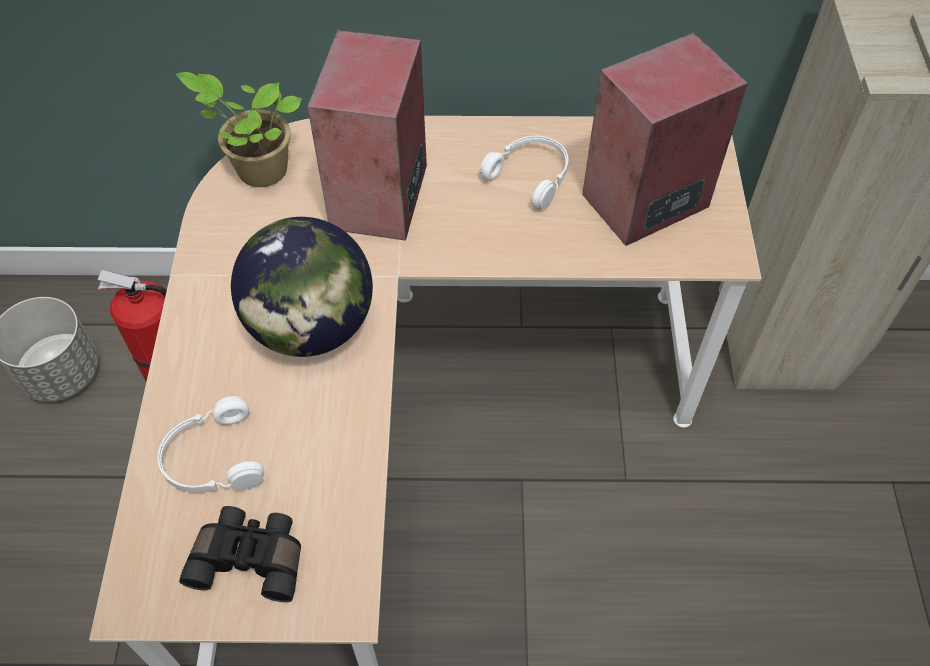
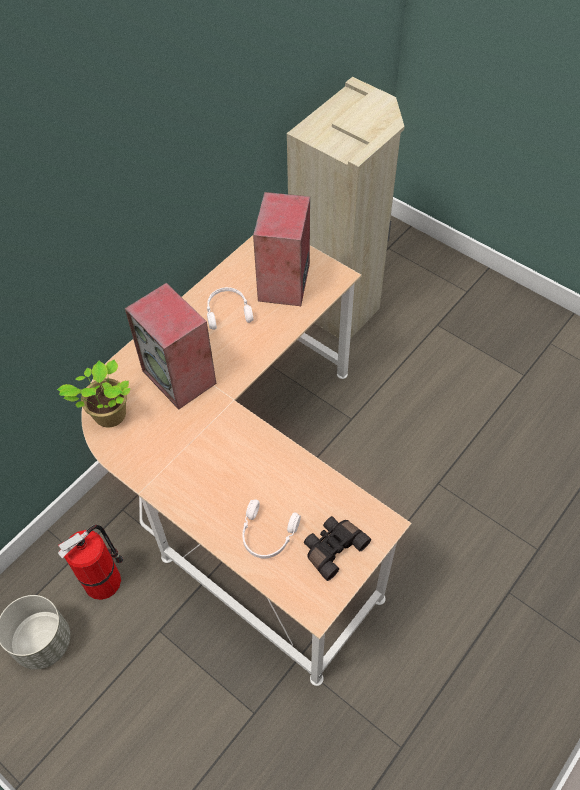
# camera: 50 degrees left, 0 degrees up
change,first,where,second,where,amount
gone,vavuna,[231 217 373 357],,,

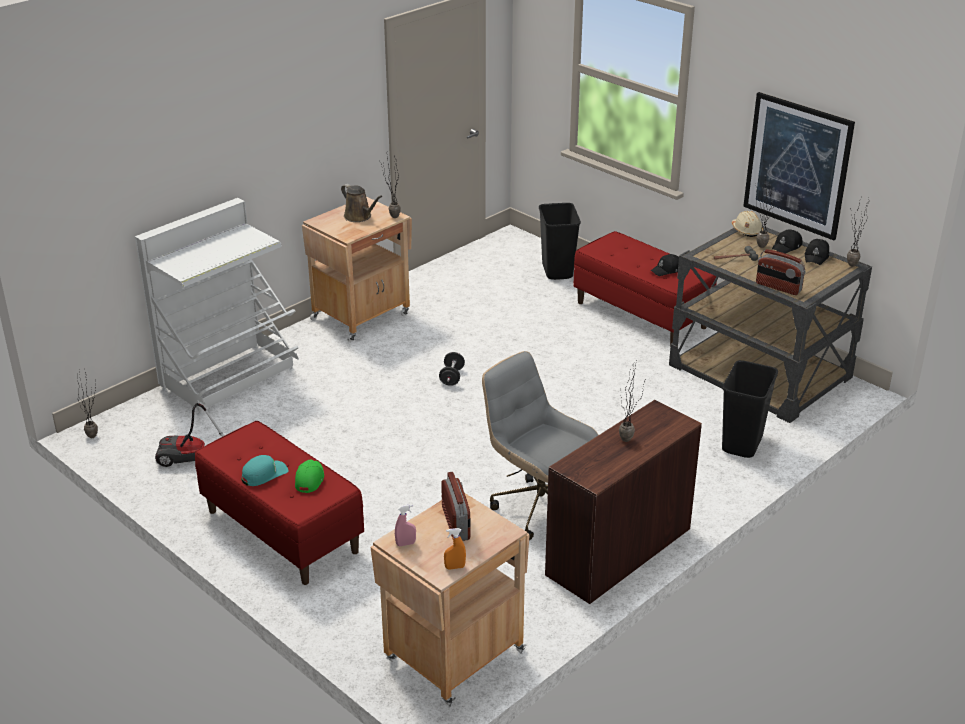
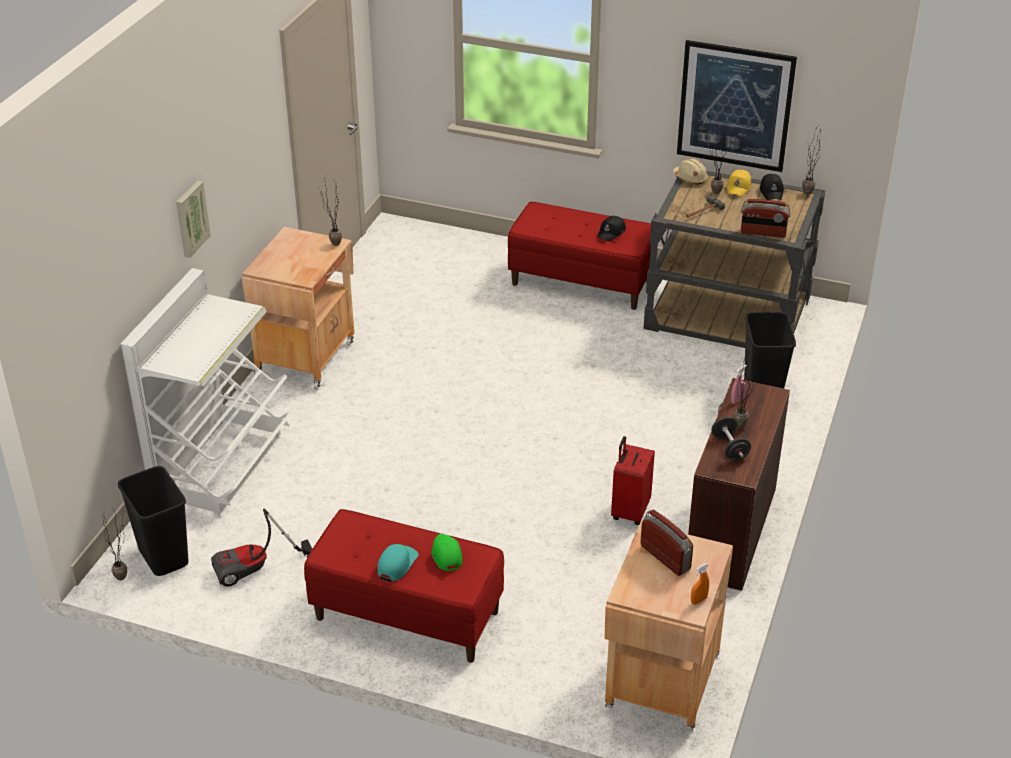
# camera: 25 degrees left, 5 degrees up
change,first,where,second,where,amount
shifted,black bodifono,[539 203 581 280],,[118 466 189 576],
new,,,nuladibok,[176 181 211 258],
swapped,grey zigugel,[482 351 599 540],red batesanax,[611 436 655 525],
shifted,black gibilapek,[439 352 465 386],,[711 416 751 461],
repainted,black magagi,[772 229 802 254],yellow magagi,[727 170 751 196],
shifted,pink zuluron,[395 504 416 546],,[731 365 747 404],
gone,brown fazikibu,[341 184 382 222],,,

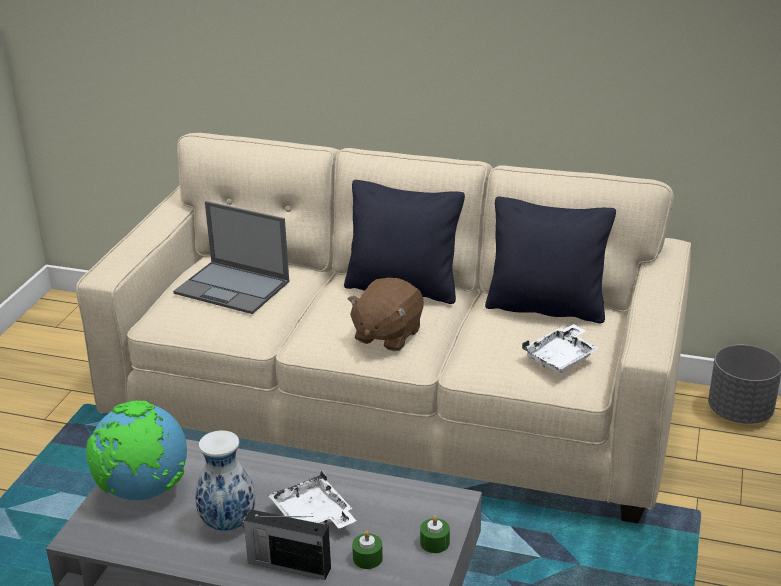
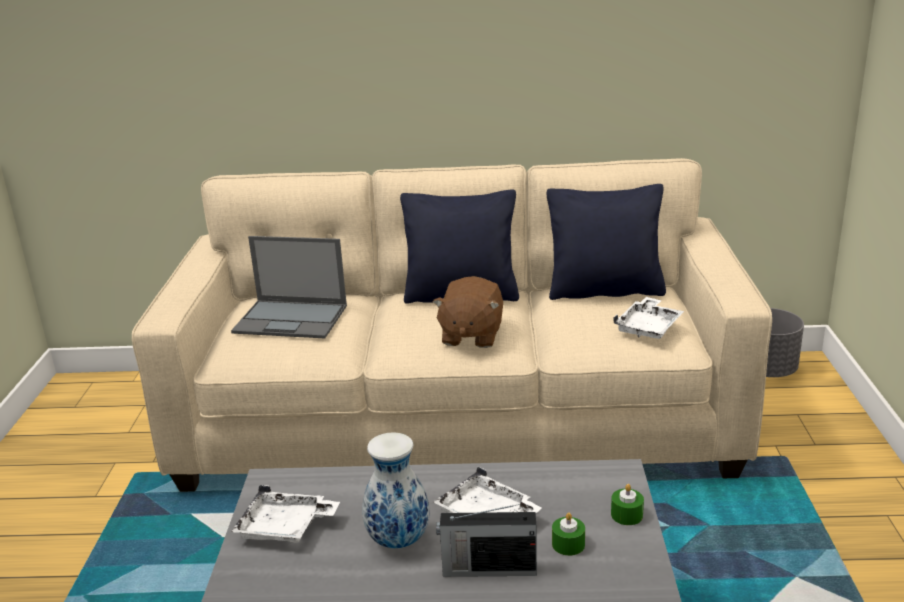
# camera: 15 degrees left, 5 degrees down
change,first,where,second,where,amount
swapped,vavuna,[86 401 187 500],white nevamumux,[231 485 340 543],

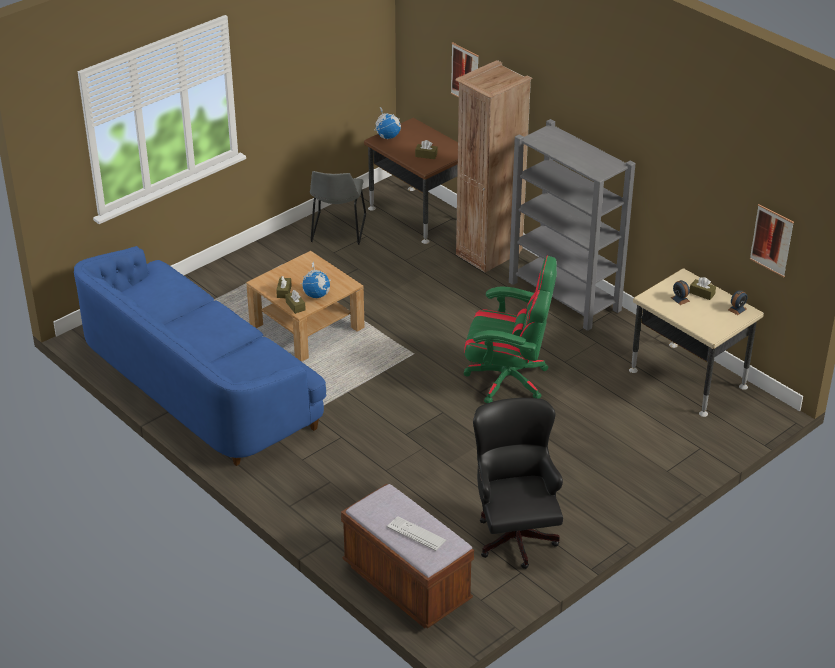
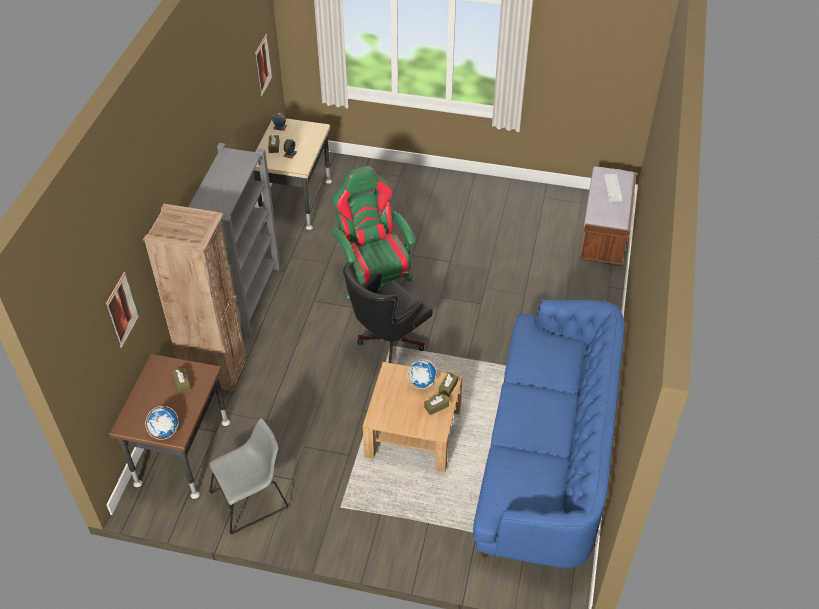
# camera: 125 degrees left, 10 degrees up
change,first,where,second,where,amount
shifted,black zigugel,[473 398 563 569],,[343 262 433 363],

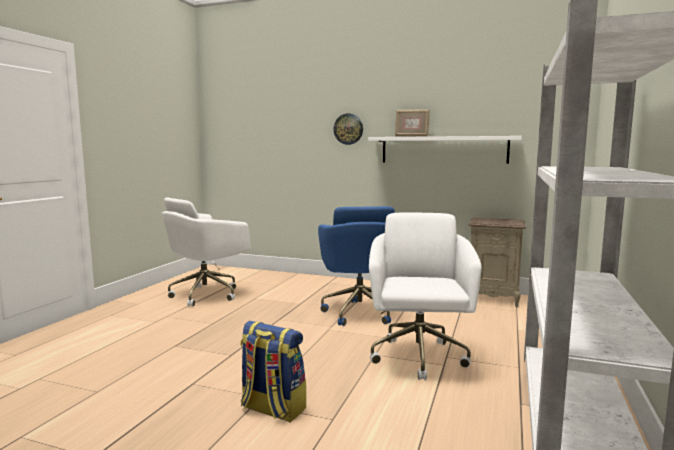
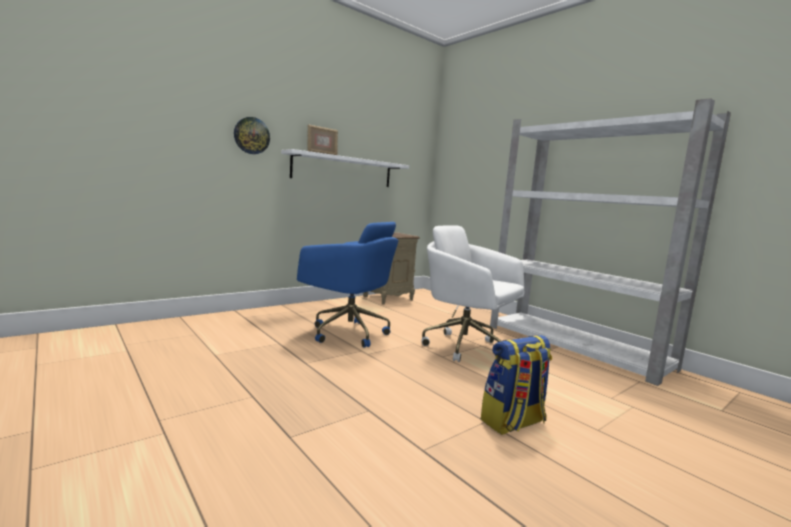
# camera: 60 degrees left, 0 degrees up
change,first,where,second,where,amount
gone,white zigugel,[162 197 251 307],,,

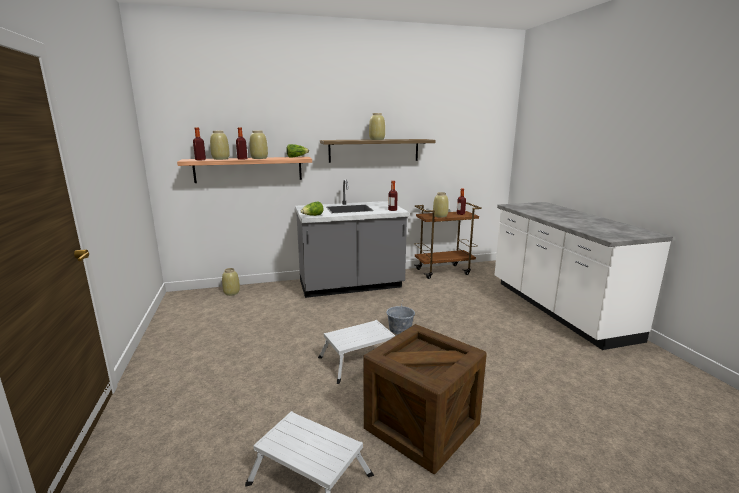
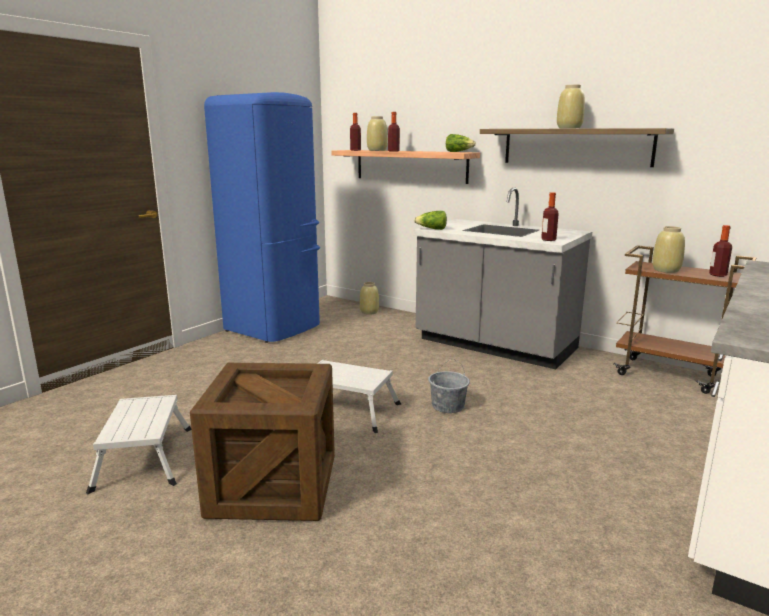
# camera: 50 degrees right, 0 degrees up
change,first,where,second,where,amount
new,,,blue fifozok,[204 92 320 343],
gone,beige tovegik,[250 130 268 159],,,

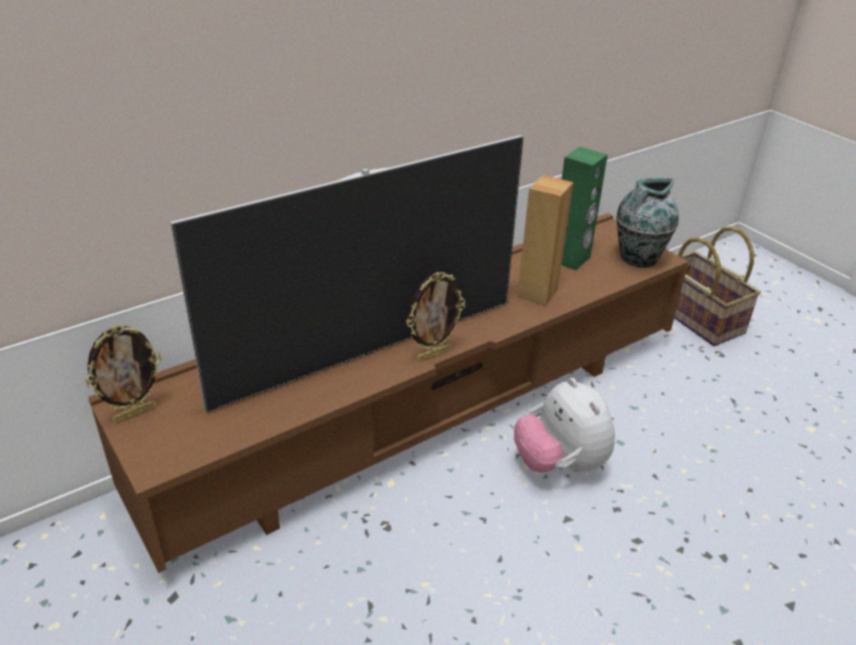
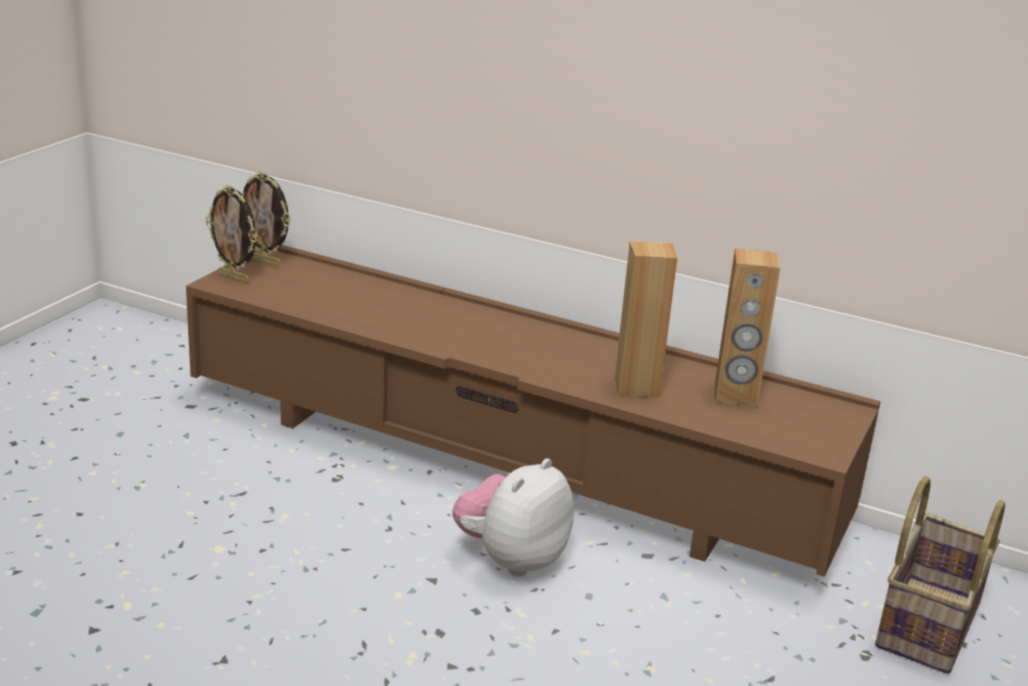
# camera: 60 degrees right, 10 degrees down
change,first,where,second,where,amount
shifted,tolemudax,[406 272 465 362],,[206 185 257 283],
repainted,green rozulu,[562 147 608 271],brown rozulu,[715 248 780 407],
gone,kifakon,[170 135 524 412],,,
gone,tovegik,[616 178 679 268],,,

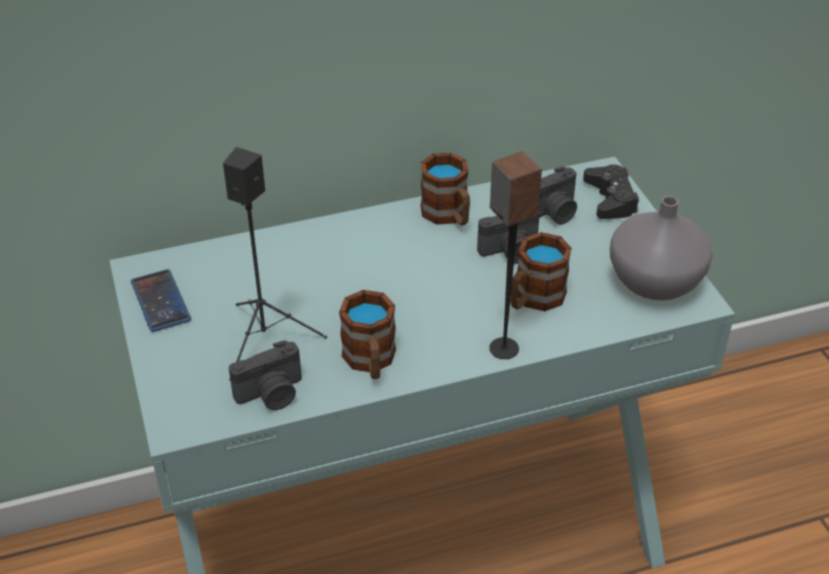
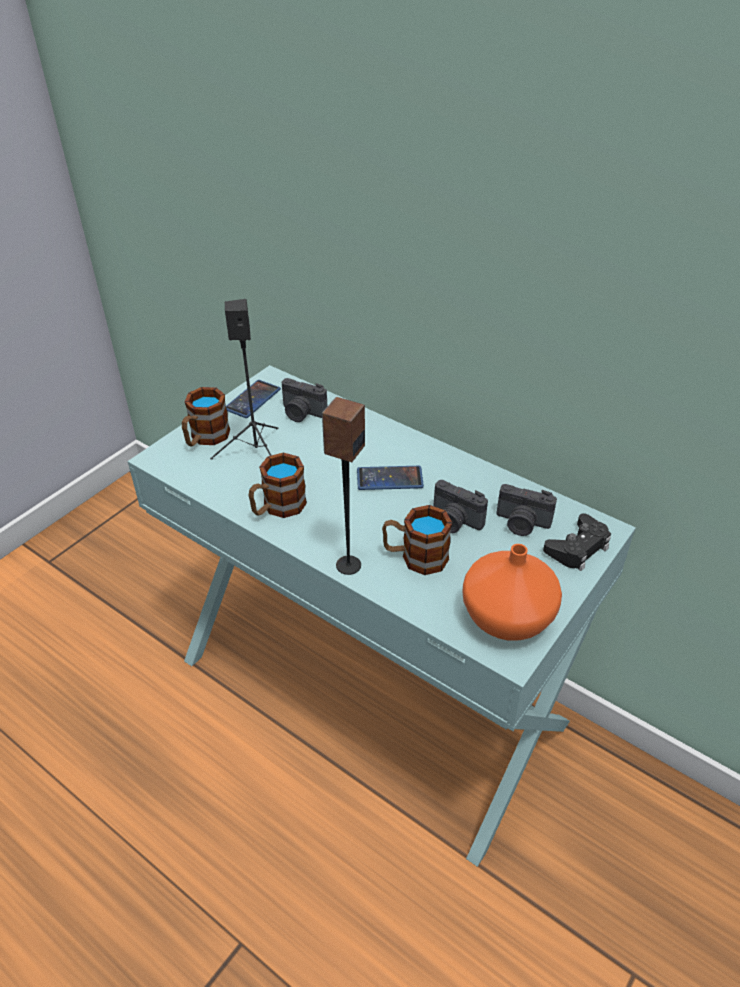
# camera: 55 degrees right, 0 degrees up
change,first,where,second,where,amount
shifted,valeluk,[420 153 470 225],,[182 387 230 446],
shifted,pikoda,[229 340 302 410],,[282 378 327 422],
new,,,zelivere,[357 466 424 490],
repainted,grey tovegik,[610 196 713 300],orange tovegik,[462 544 562 640],

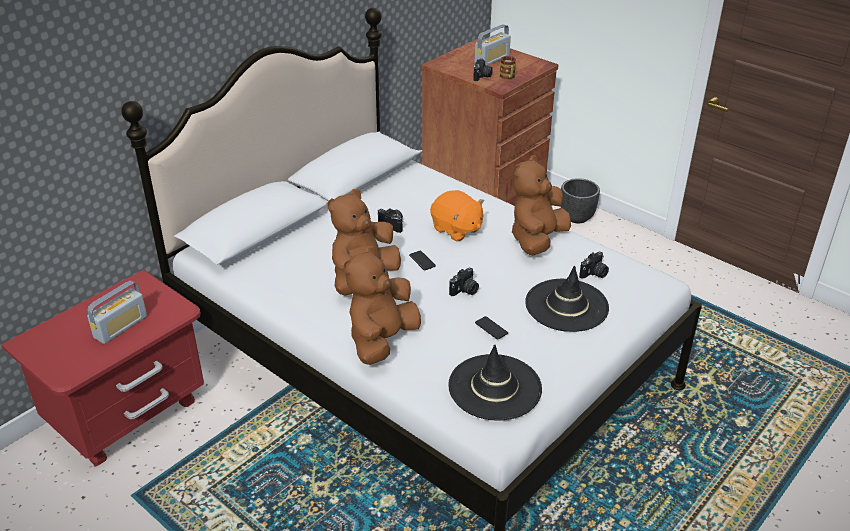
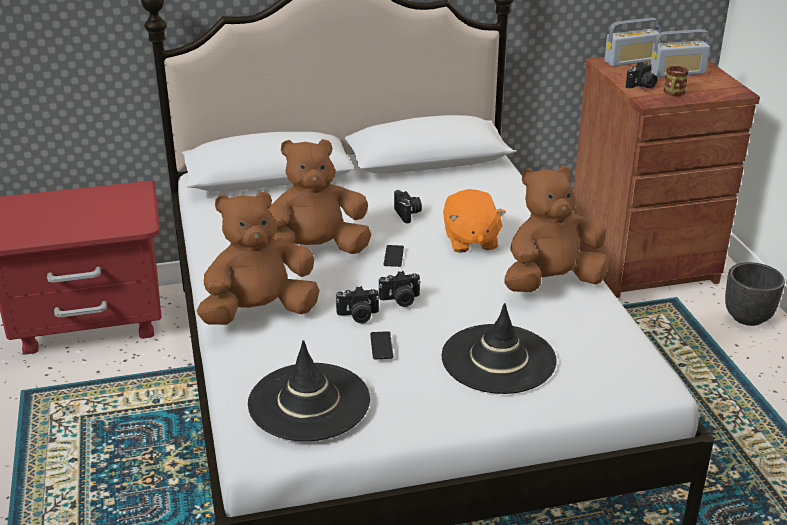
# camera: 35 degrees right, 5 degrees down
change,first,where,second,where,amount
shifted,pikoda,[579 251 609 278],,[336 286 379 323],
shifted,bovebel,[87 281 147 344],,[604 18 661 67],

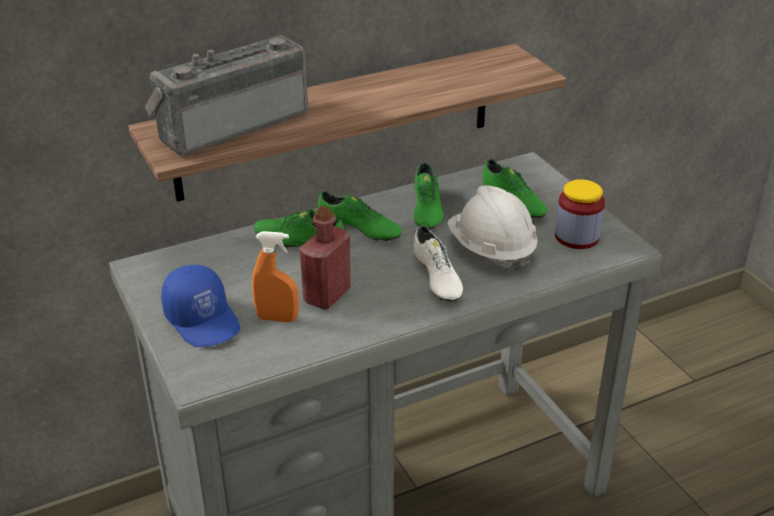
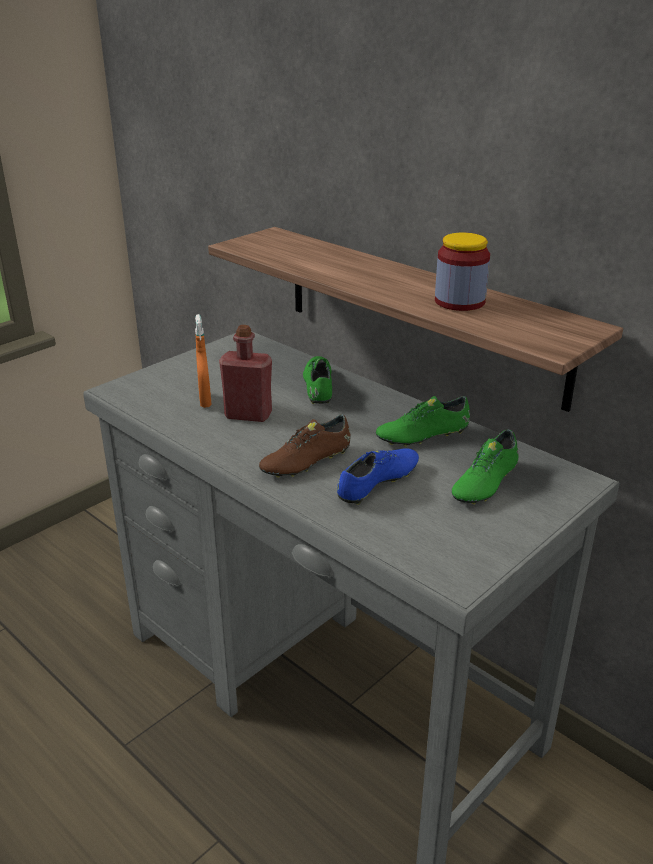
# camera: 70 degrees right, 5 degrees down
change,first,where,second,where,amount
repainted,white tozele,[413 225 463 301],brown tozele,[259 414 351 478],
swapped,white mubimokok,[447 185 538 272],blue tozele,[337 448 419 505],
shifted,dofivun,[555 179 605 249],,[435 233 490 311],
gone,bovebel,[145 35 308 156],,,
gone,blue magagi,[161 265 240 347],,,
gone,green tozele,[318 190 402 242],,,

